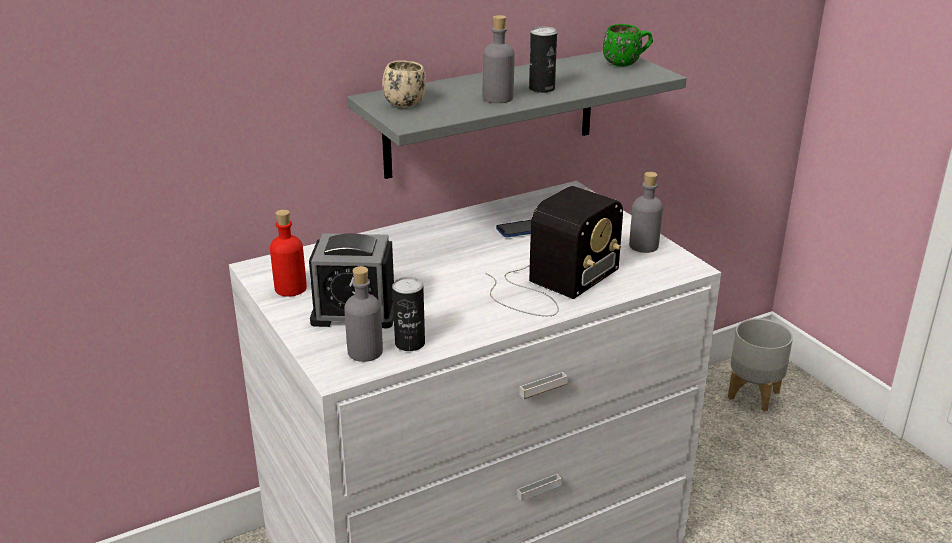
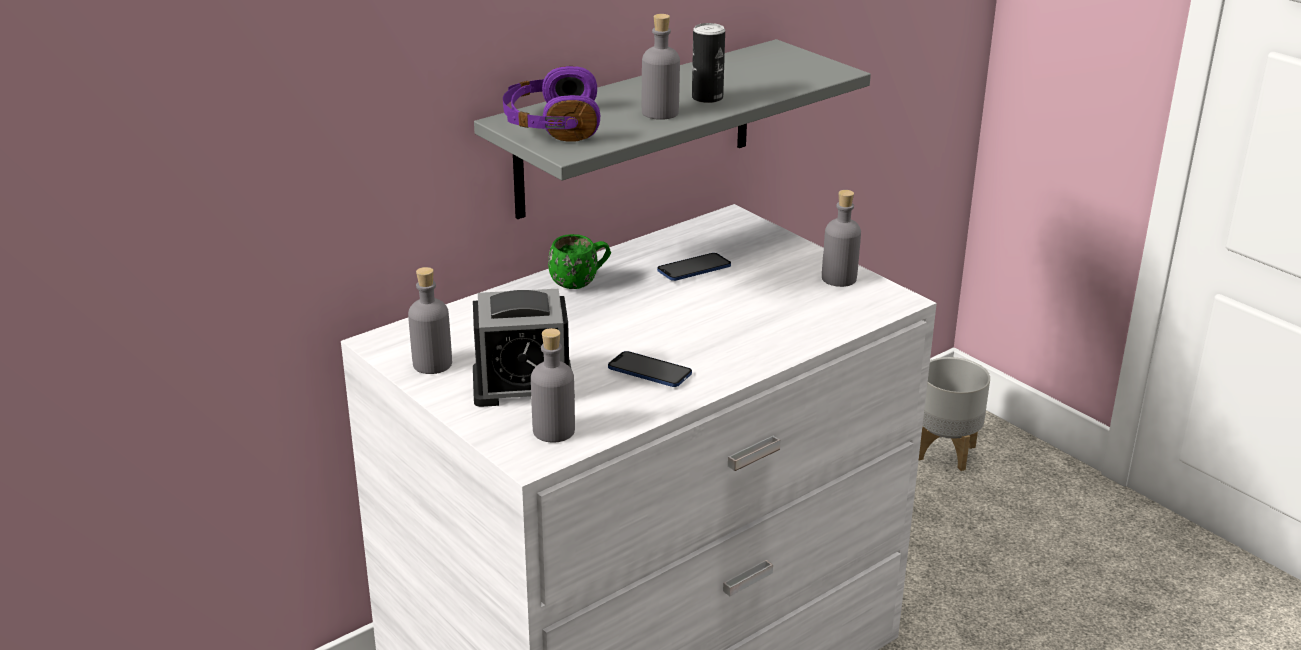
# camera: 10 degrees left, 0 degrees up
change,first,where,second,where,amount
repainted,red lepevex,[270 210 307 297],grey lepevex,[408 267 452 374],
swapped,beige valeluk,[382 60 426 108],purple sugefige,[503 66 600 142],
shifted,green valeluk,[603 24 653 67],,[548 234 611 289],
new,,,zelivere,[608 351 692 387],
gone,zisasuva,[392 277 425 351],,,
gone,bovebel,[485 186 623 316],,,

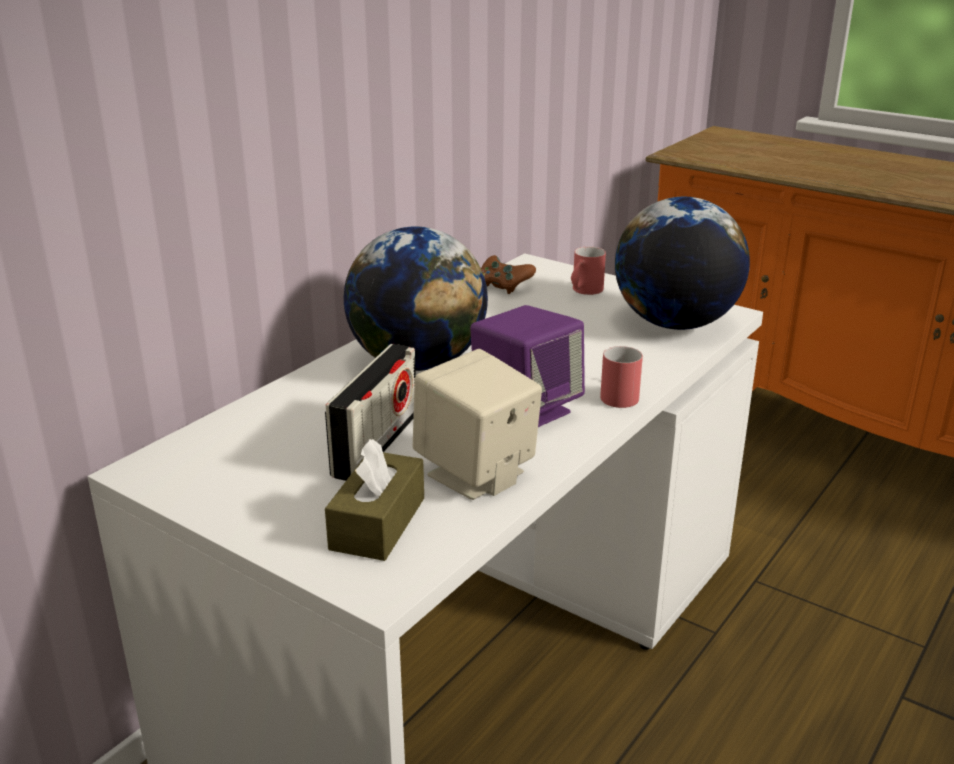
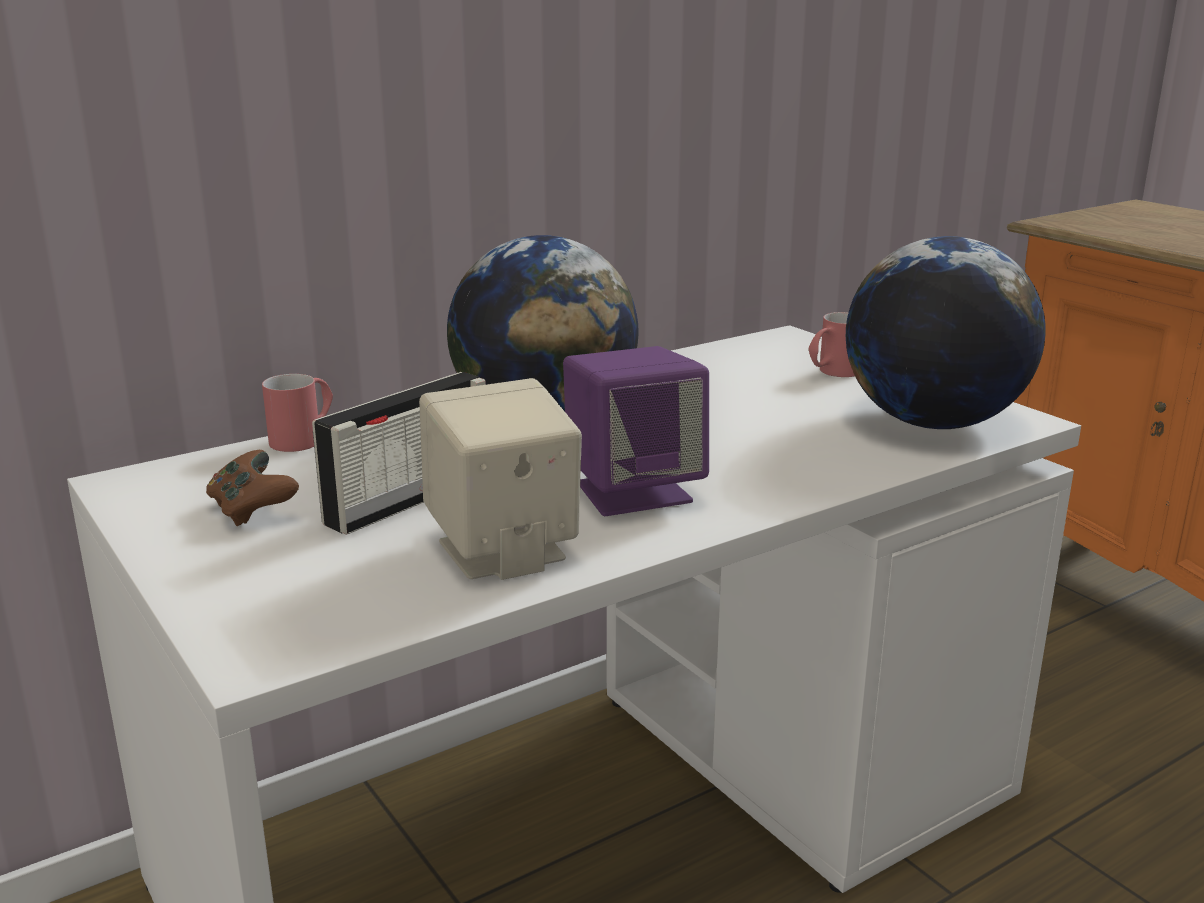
# camera: 20 degrees right, 5 degrees down
change,first,where,second,where,amount
shifted,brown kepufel,[481 255 536 294],,[206 450 299 526],
shifted,red valeluk,[600 346 643 408],,[262 374 333 452],
gone,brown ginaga,[325 438 424 561],,,

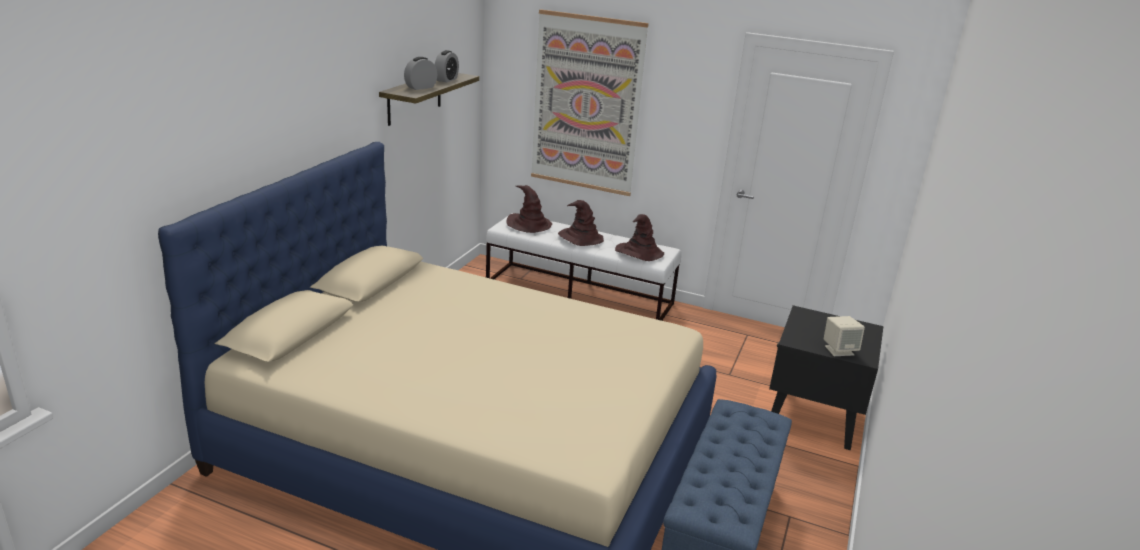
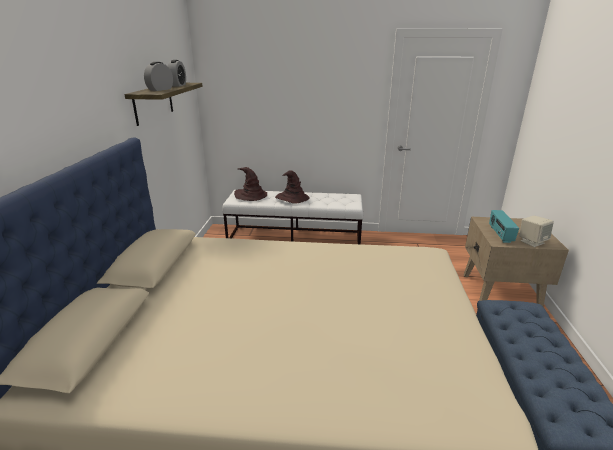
# camera: 15 degrees left, 0 degrees up
change,first,where,second,where,amount
repainted,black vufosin,[769 305 883 450],beige vufosin,[464 217 569 307],
new,,,bovebel,[489 210 519 243],
gone,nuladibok,[531 9 649 196],,,
gone,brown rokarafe,[615 214 664 261],,,

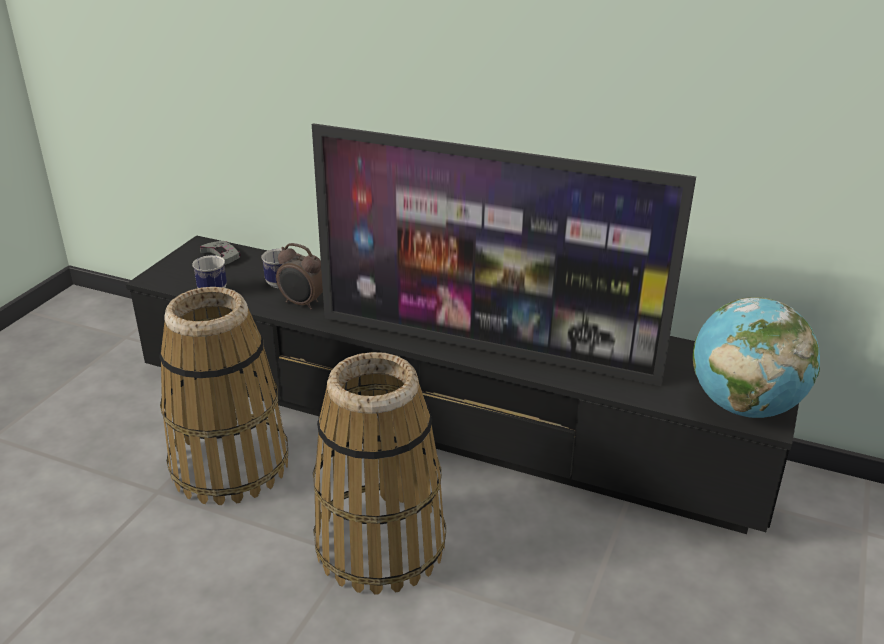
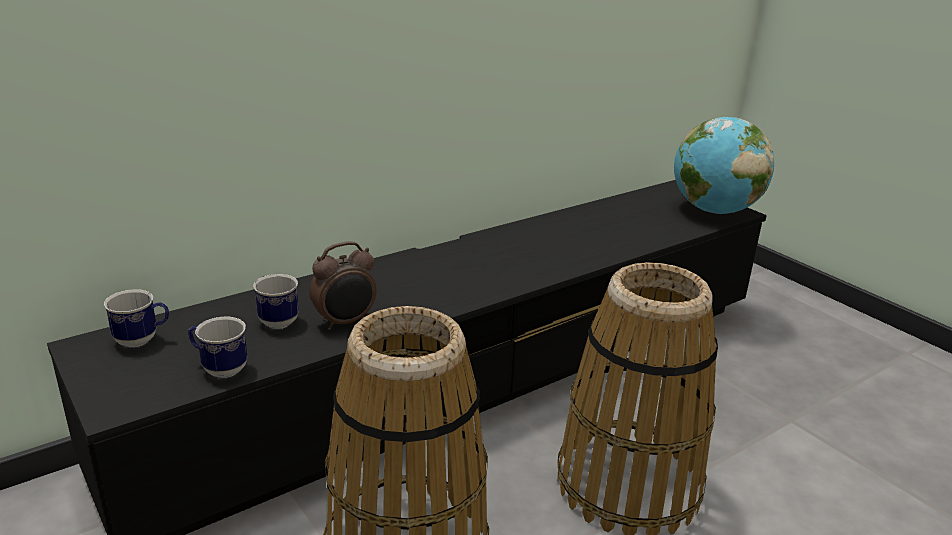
# camera: 60 degrees left, 5 degrees down
change,first,where,second,where,amount
swapped,grey kepufel,[200 241 241 265],valeluk,[104 289 169 347],
gone,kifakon,[312 123 696 386],,,

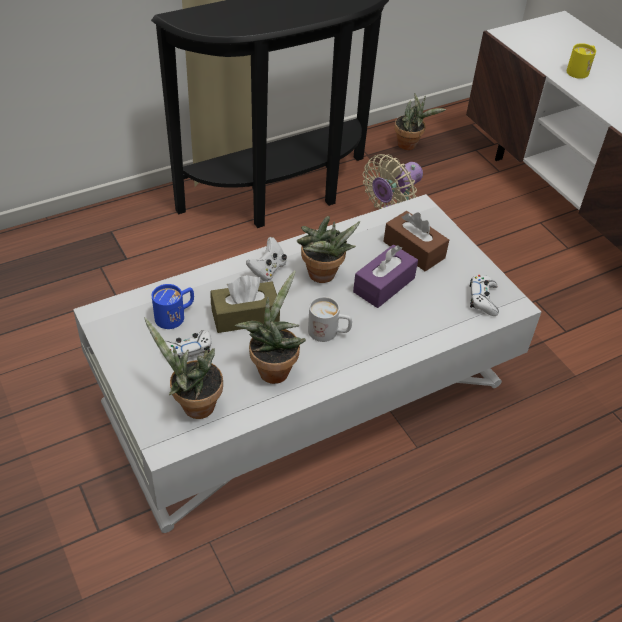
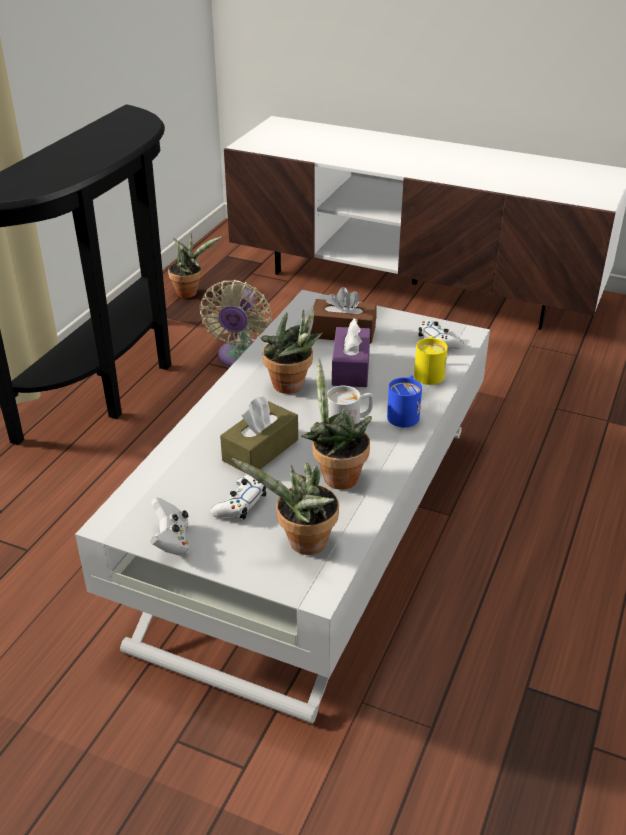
# camera: 35 degrees left, 10 degrees down
change,first,where,second,where,amount
shifted,white kepufel,[246 237 287 282],,[151 498 189 555],
shifted,blue valeluk,[152 284 194 329],,[387 375 422 427],
shifted,yellow valeluk,[567 43 596 79],,[414 336 448 385],

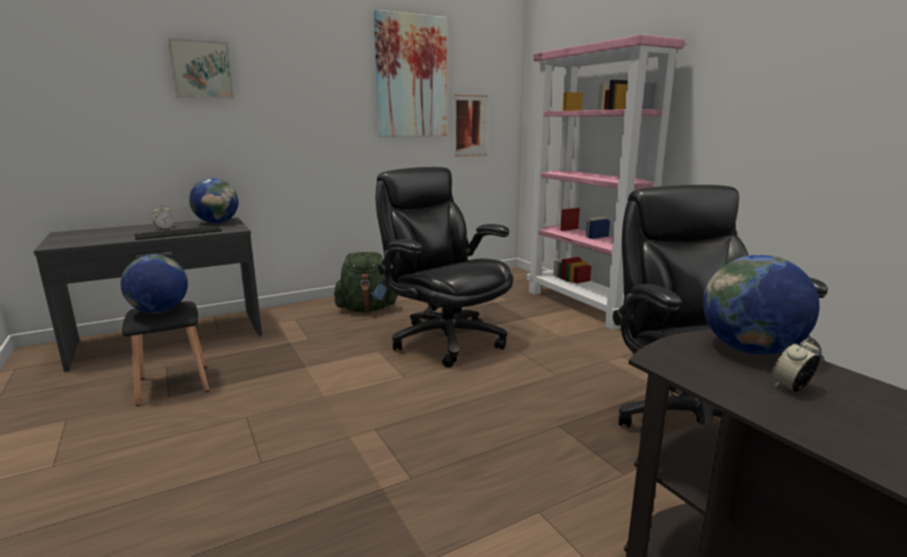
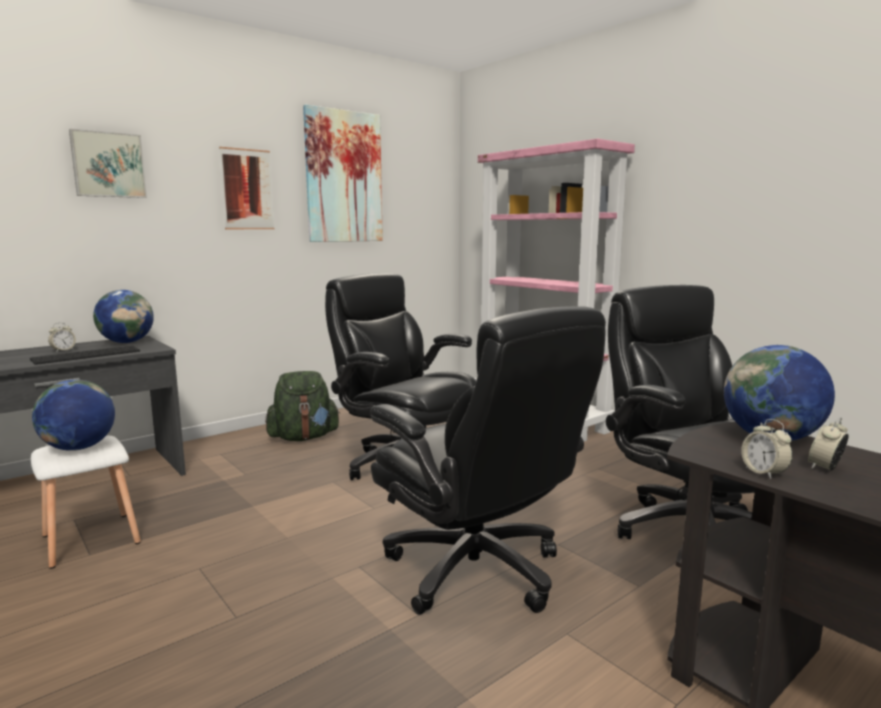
# camera: 10 degrees left, 5 degrees down
change,first,where,second,where,amount
repainted,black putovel,[122 301 209 406],white putovel,[31 436 141 569],
shifted,nuladibok,[454 95 488 157],,[219 147 274 229],
new,,,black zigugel,[370 306 606 615],
new,,,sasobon,[741 419 793 479],

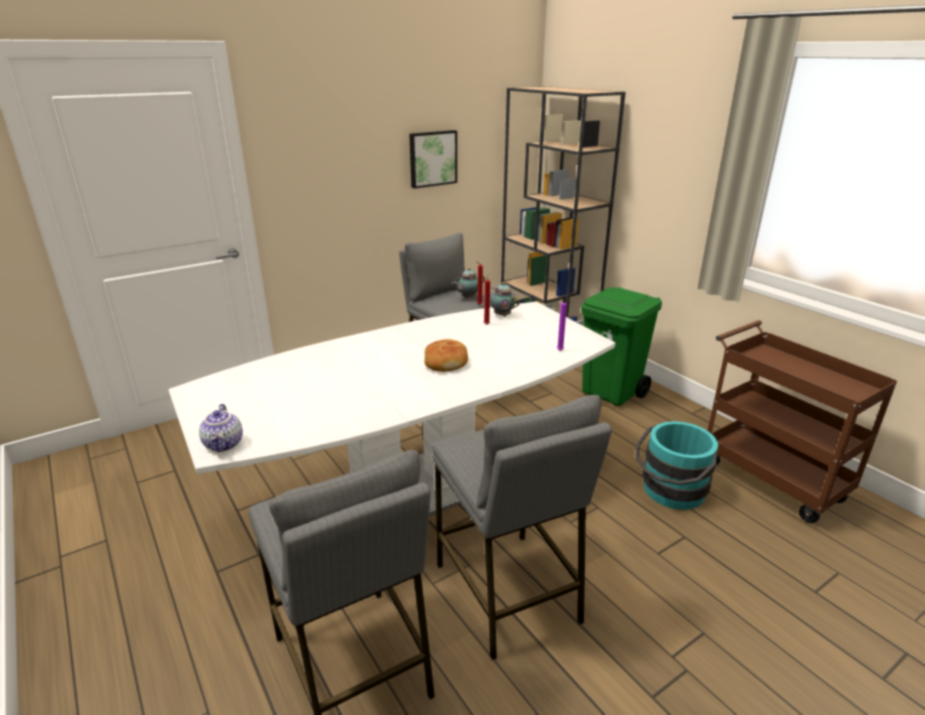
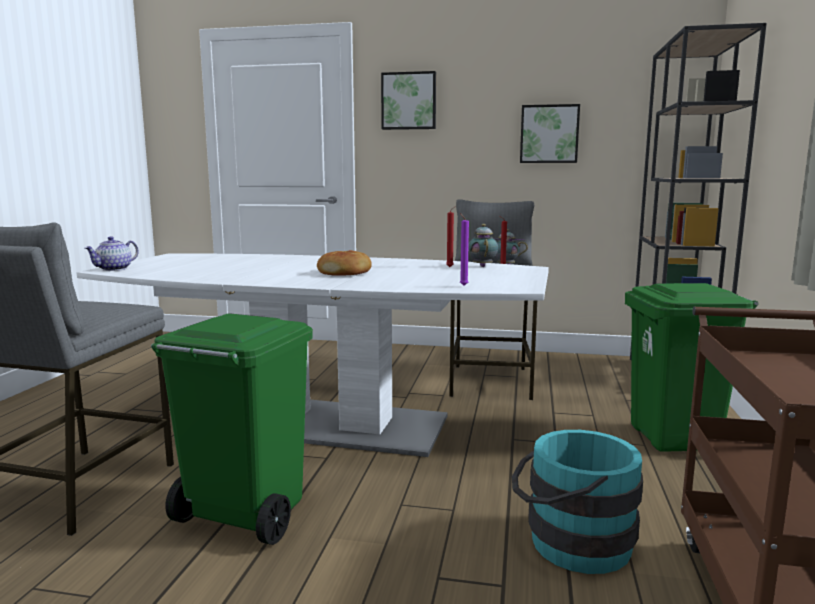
# camera: 45 degrees right, 15 degrees down
change,first,where,second,where,amount
swapped,grey putovel,[432 395 612 660],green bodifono,[151 313 313 545],
new,,,nuladibok,[381 71 436 130],

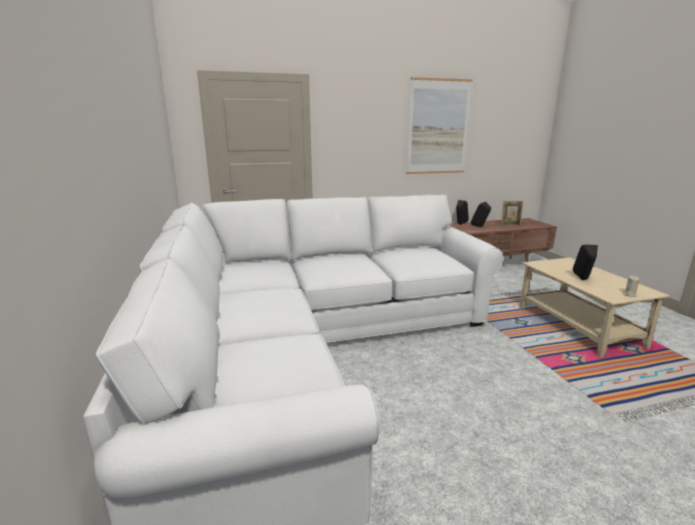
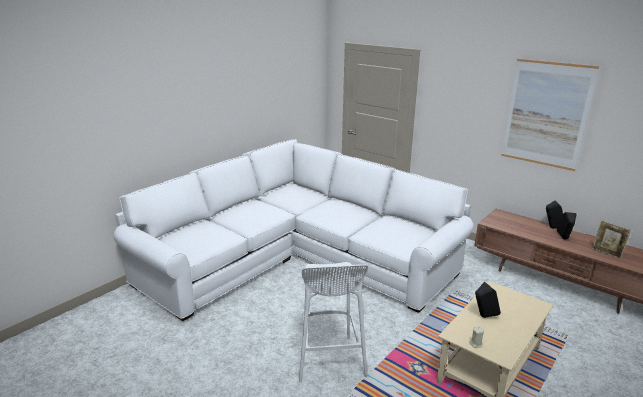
# camera: 55 degrees right, 5 degrees up
change,first,where,second,where,amount
new,,,white putovel,[299 262 368 383],

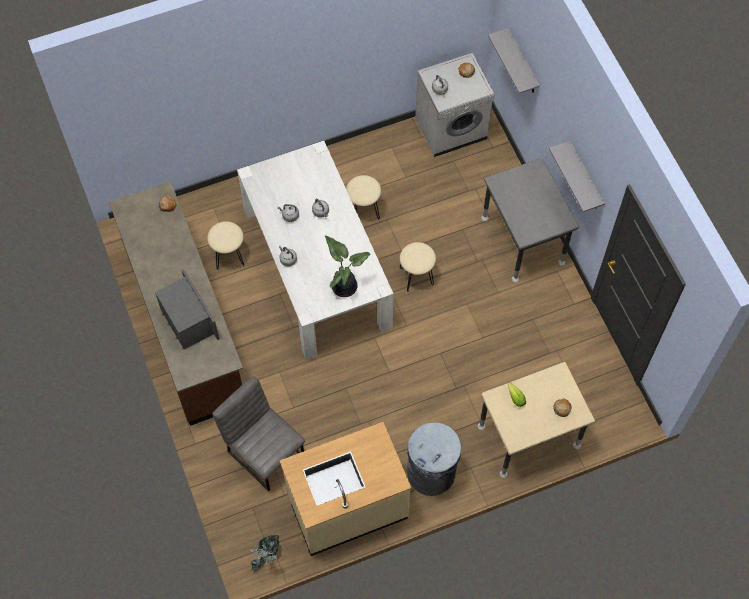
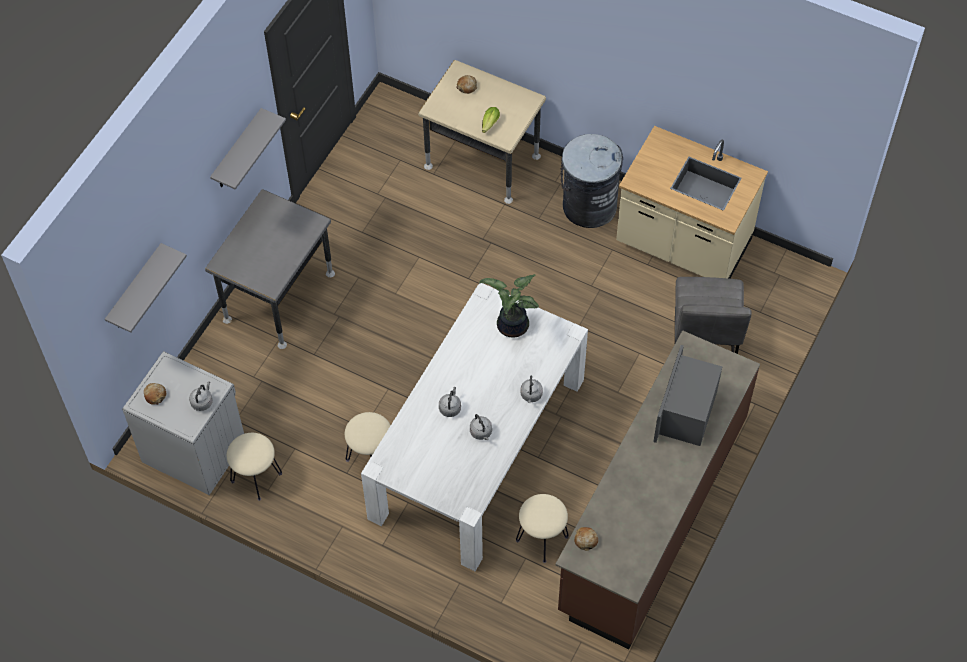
# camera: 130 degrees left, 5 degrees down
change,first,where,second,where,amount
shifted,beige putovel,[400 242 436 292],,[227 433 282 501],
gone,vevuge,[250 535 279 570],,,

